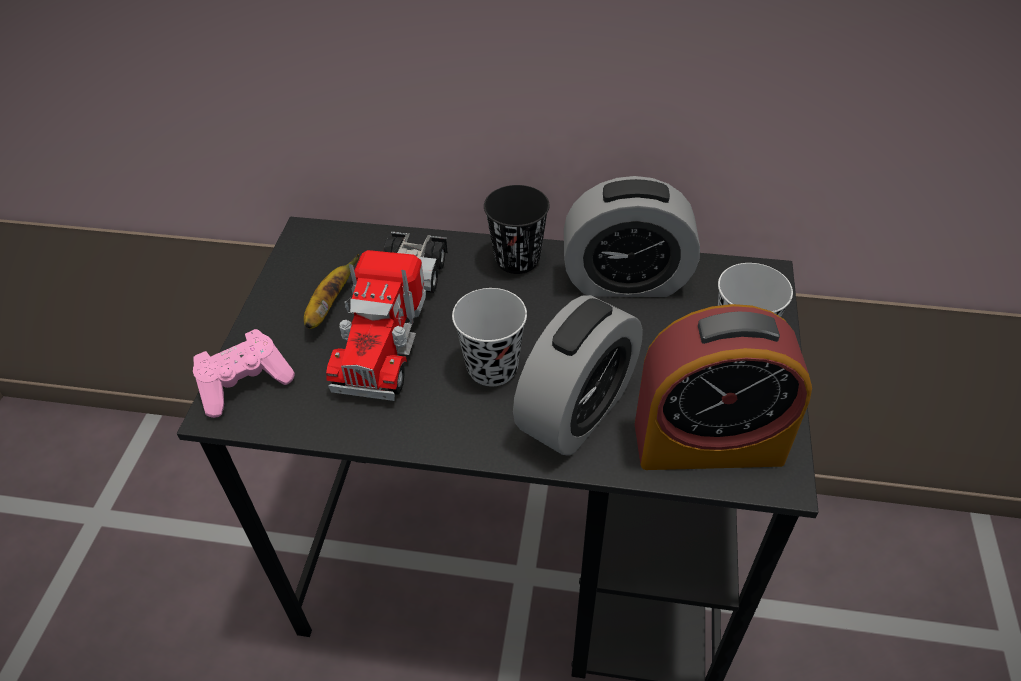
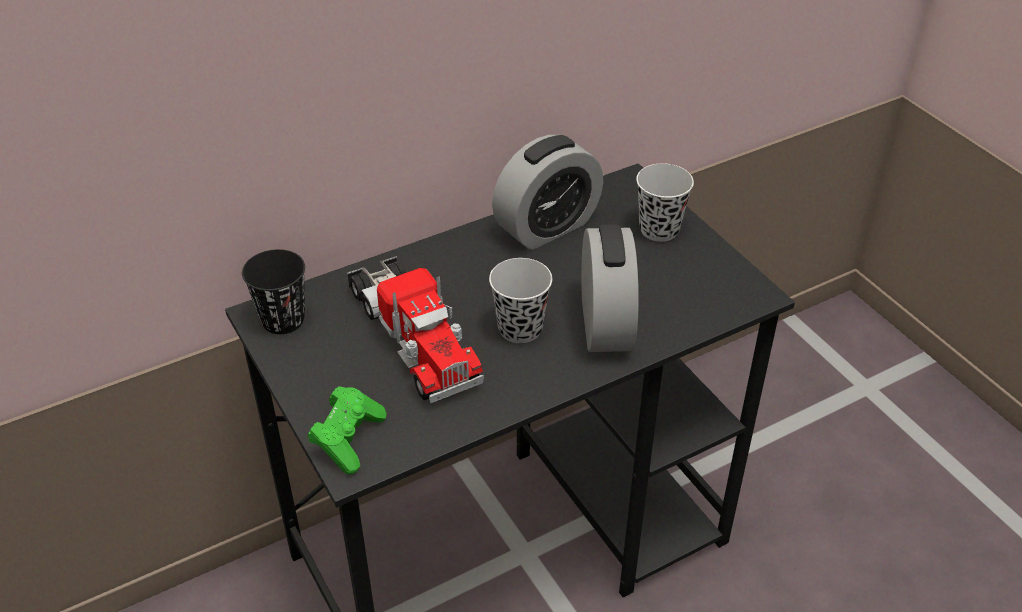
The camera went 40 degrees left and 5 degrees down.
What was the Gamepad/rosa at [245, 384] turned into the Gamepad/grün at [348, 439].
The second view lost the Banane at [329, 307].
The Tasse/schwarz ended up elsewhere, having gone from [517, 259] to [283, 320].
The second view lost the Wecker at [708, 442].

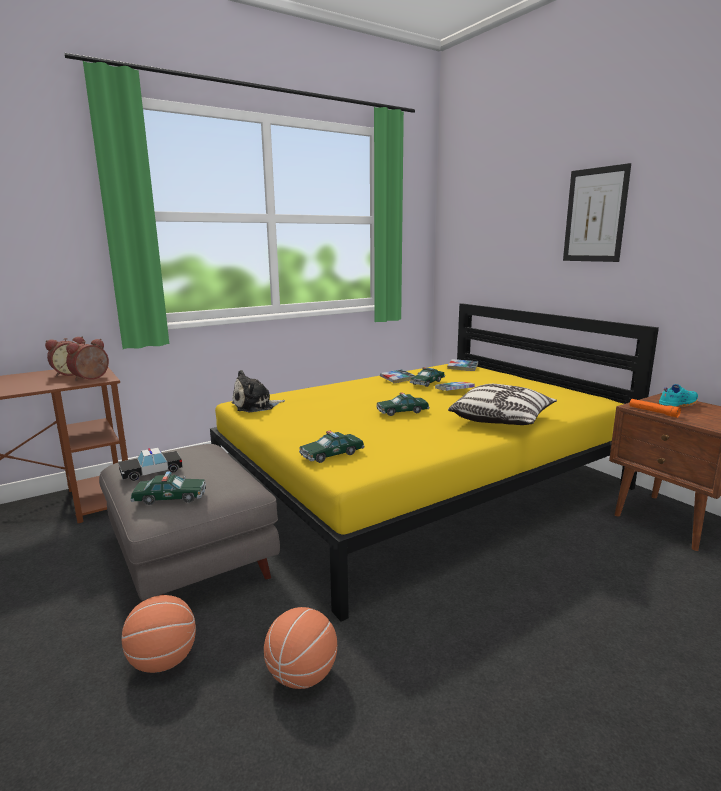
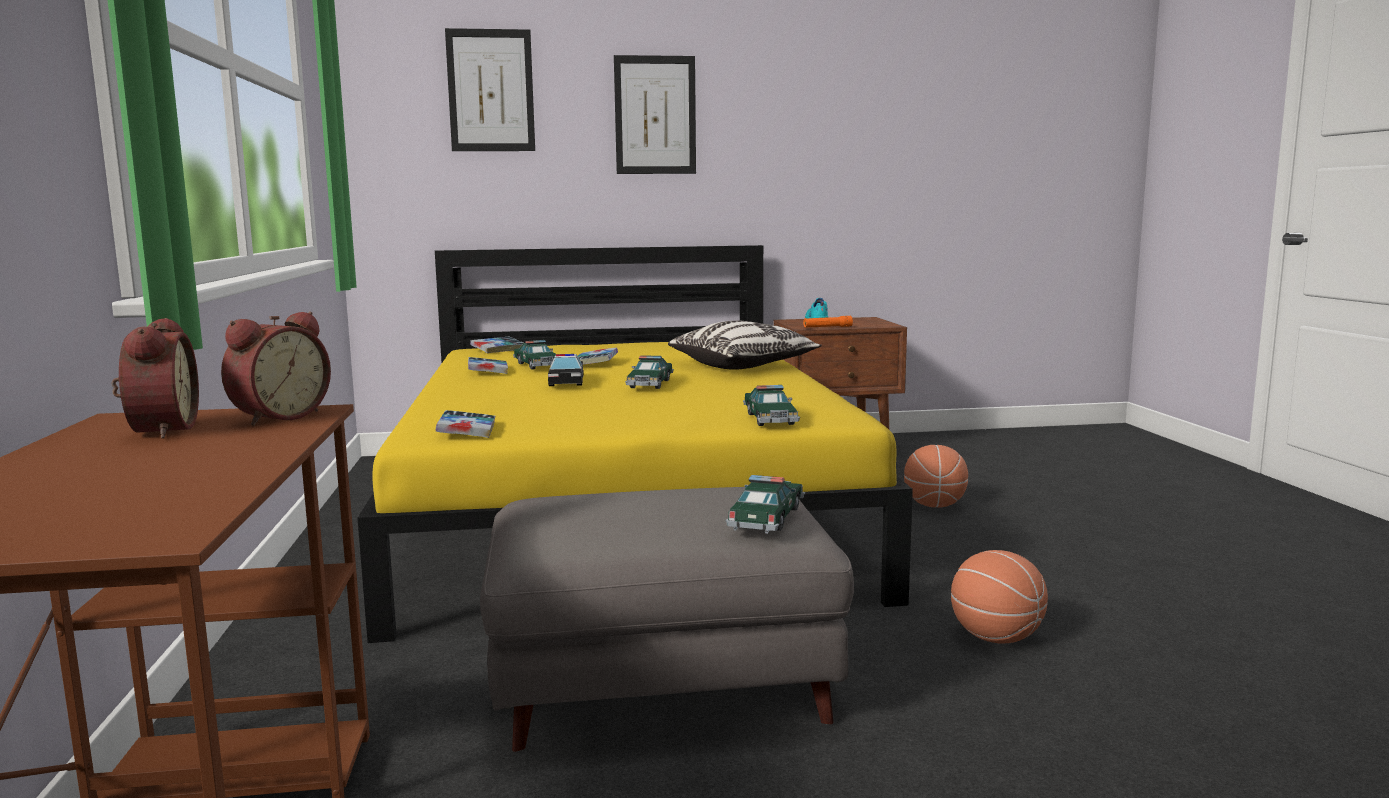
The camera went 65 degrees left and 5 degrees down.
The Wecker at [91, 378] ended up facing another way, 120 degrees counterclockwise from before.
The Spielzeugauto ended up elsewhere, having gone from [151, 471] to [566, 381].
The Basketball ended up elsewhere, having gone from [164, 660] to [934, 505].
Where the Plüschtier stood at [255, 406], the Buch came to stand at [467, 431].
The second view gained the Bild at [491, 90].

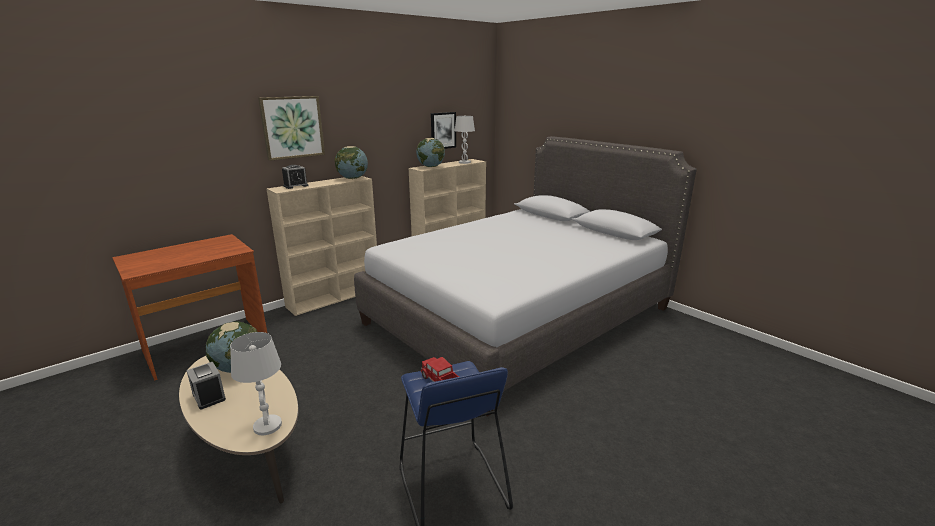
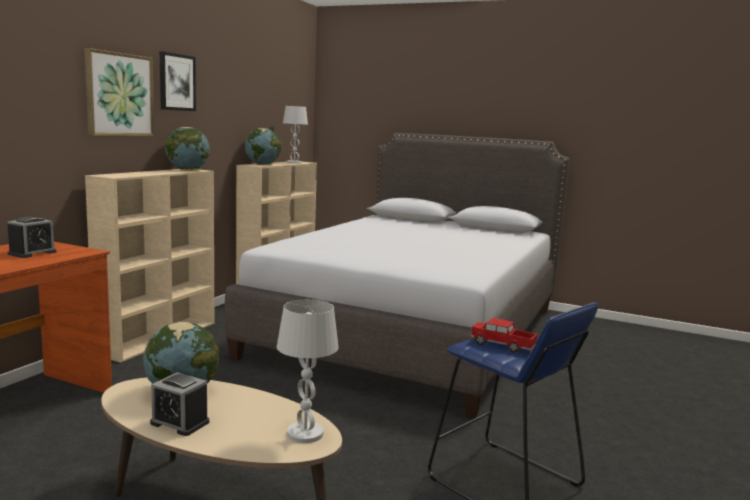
The camera went 25 degrees left and 10 degrees down.
The Wecker ended up elsewhere, having gone from [296, 186] to [32, 253].
The Bild ended up elsewhere, having gone from [443, 130] to [176, 82].

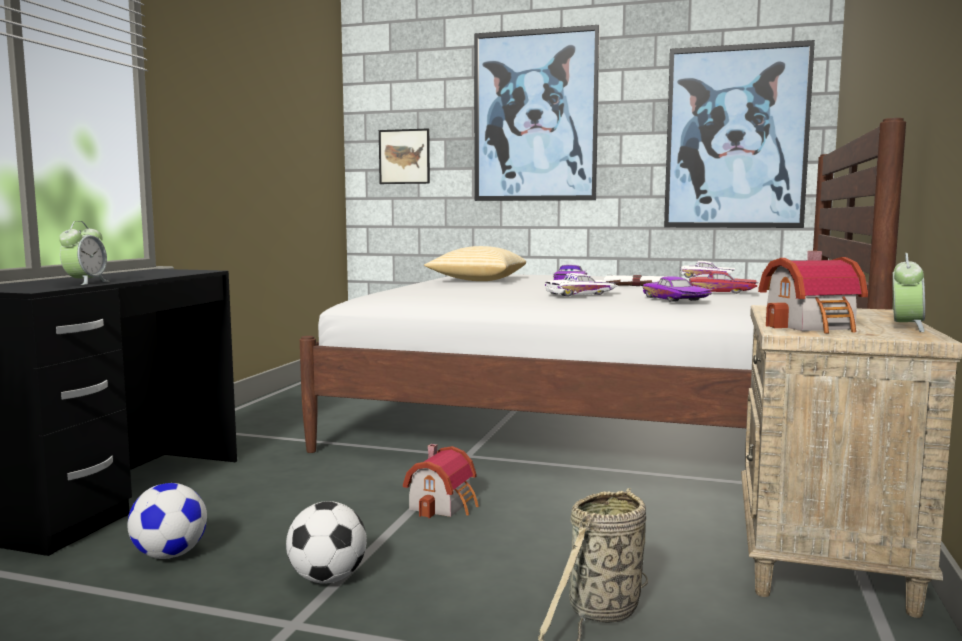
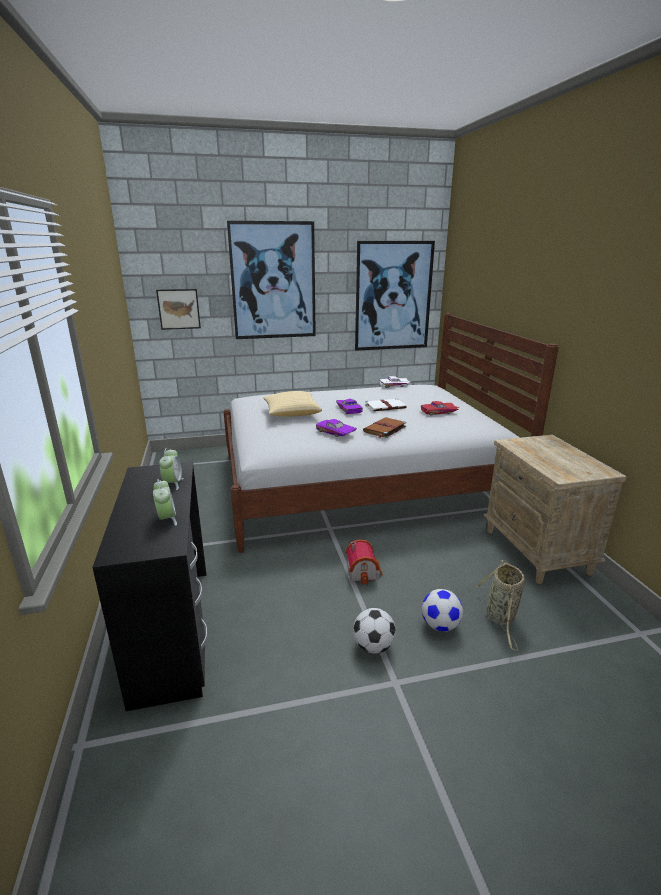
The camera went 30 degrees left and 15 degrees up.
The Fußball ended up elsewhere, having gone from [169, 555] to [440, 625].
Where the Spielzeugauto/weiß stood at [581, 294], the Buch/braun came to stand at [384, 429].
The Spielzeugauto/lila ended up elsewhere, having gone from [673, 299] to [335, 433].
The second view lost the Spielzeughaus at [814, 326].
The Wecker ended up elsewhere, having gone from [905, 327] to [173, 484].

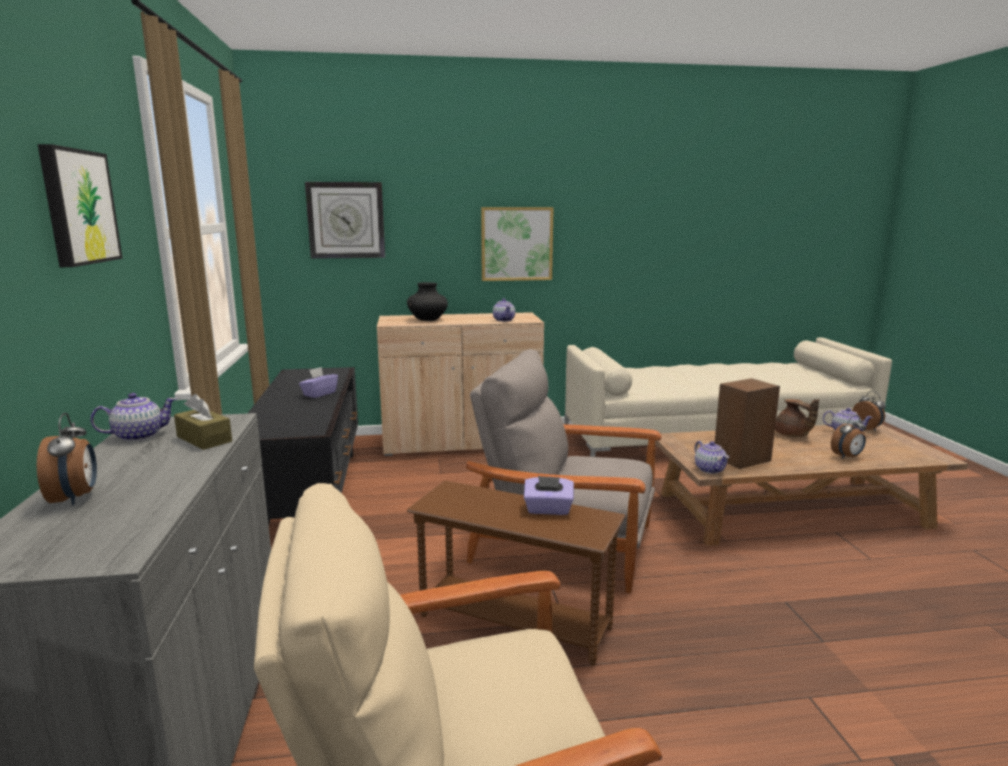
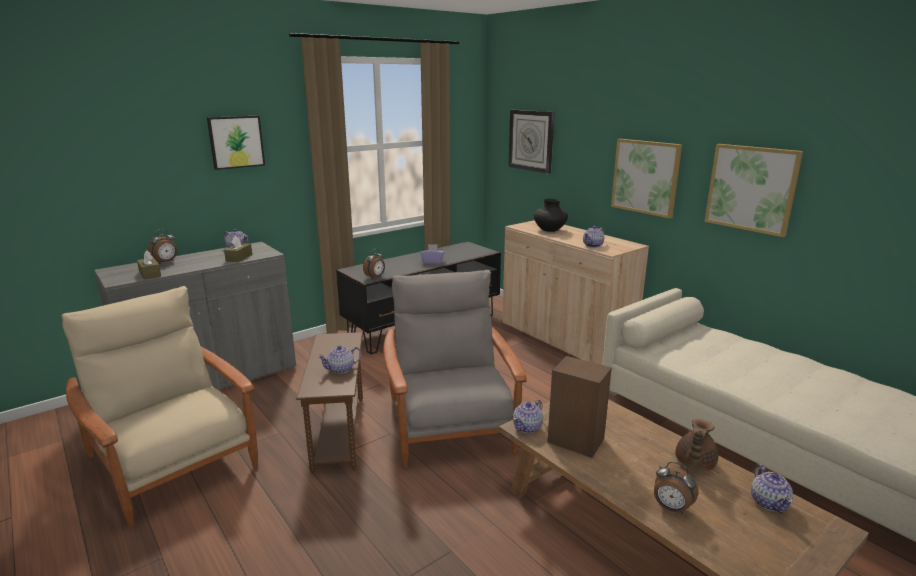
The camera went 60 degrees right and 5 degrees up.
Where the Taschentuchbox/lila stood at [548, 510], the Teekanne came to stand at [341, 369].
The Wecker ended up elsewhere, having gone from [867, 428] to [375, 277].
The second view gained the Taschentuchbox/braun at [150, 274].
The second view gained the Bild at [751, 188].

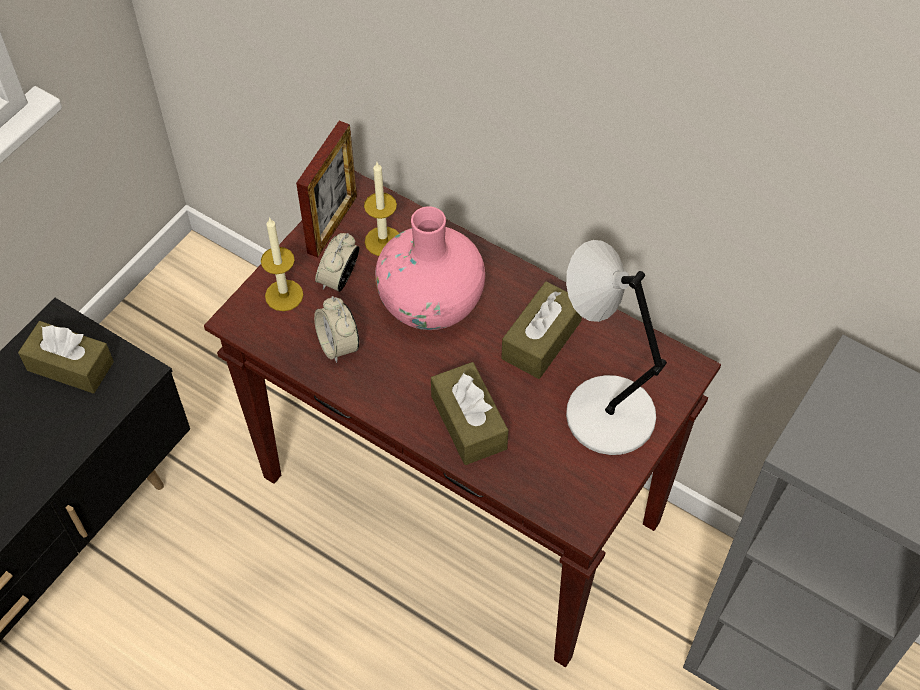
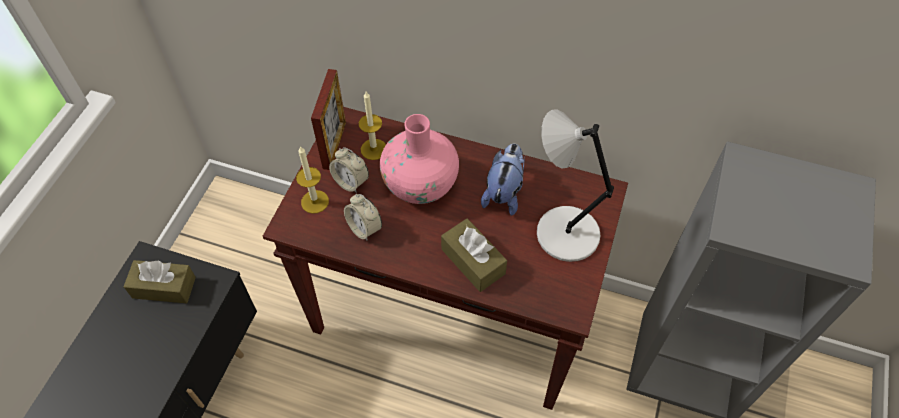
The camera went 15 degrees left and 0 degrees up.
The Wecker at [339, 279] ended up facing another way, 60 degrees counterclockwise from before.
Where the Taschentuchbox/braun stood at [541, 340], the Plüschtier came to stand at [504, 193].

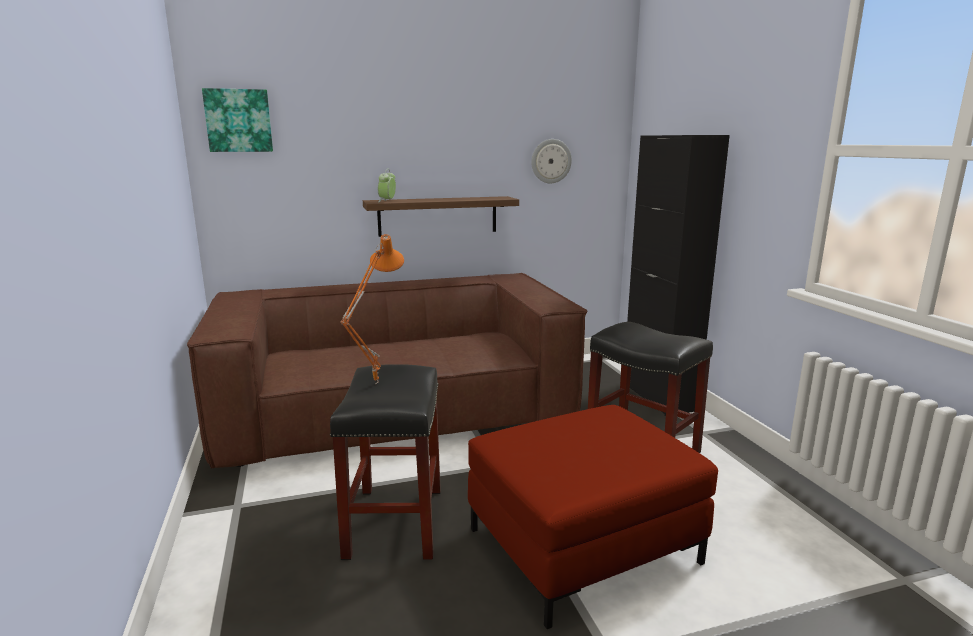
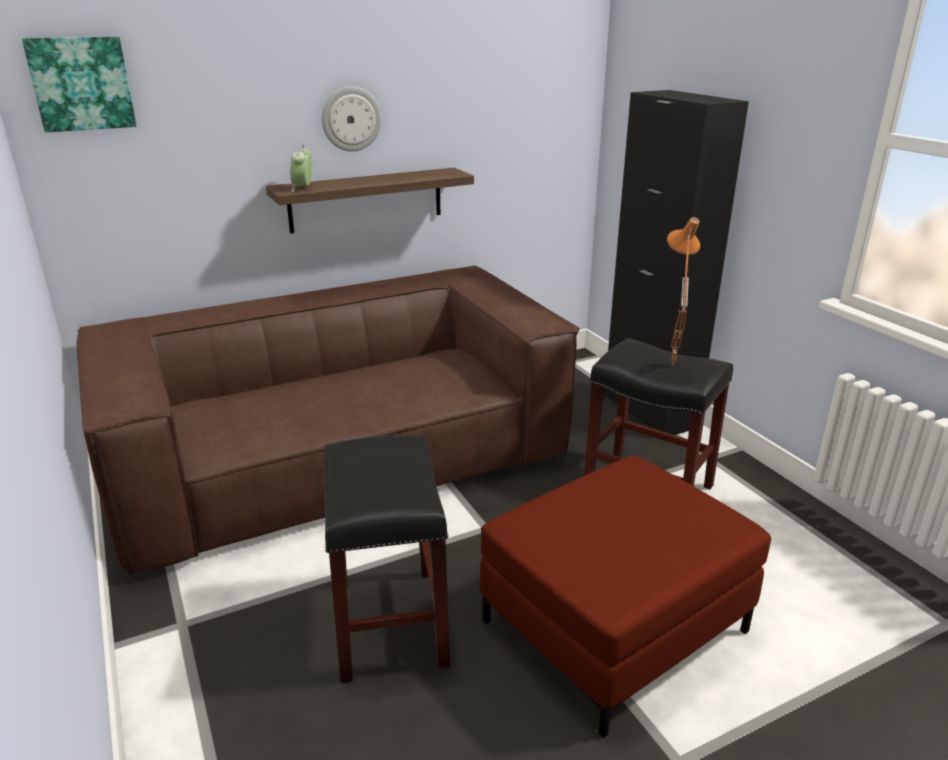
The camera went 10 degrees left and 10 degrees up.
The Tischlampe/orange ended up elsewhere, having gone from [374, 383] to [670, 364].
The Wanduhr ended up elsewhere, having gone from [551, 161] to [351, 119].

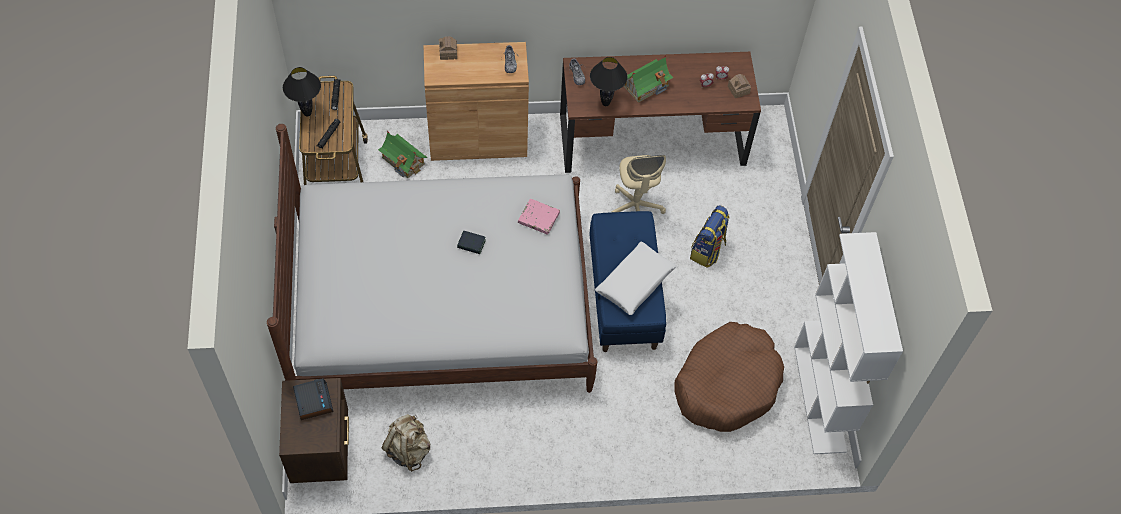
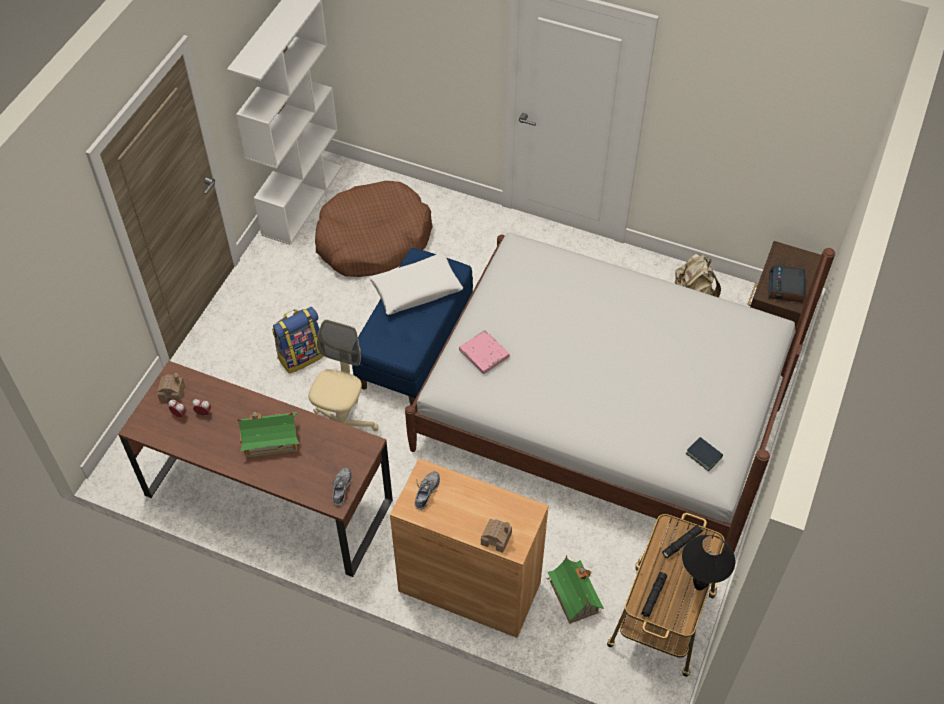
The camera went 150 degrees left and 5 degrees down.
The Buch ended up elsewhere, having gone from [471, 244] to [703, 455].
The second view lost the Tischlampe/schwarz at [605, 103].

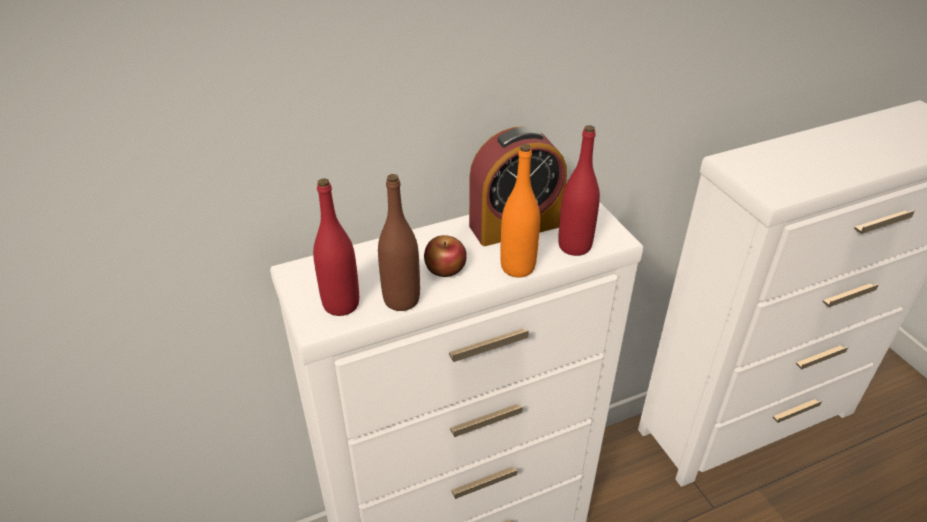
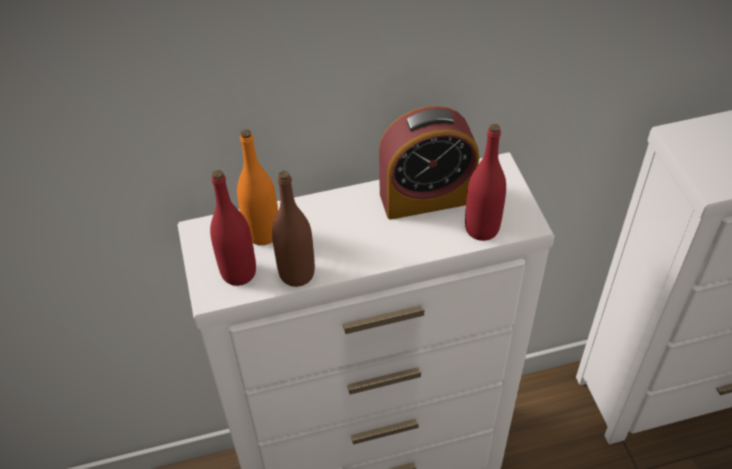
The camera went 10 degrees right and 10 degrees up.
The second view lost the Apfel at [445, 268].
The Flasche/orange ended up elsewhere, having gone from [517, 267] to [263, 233].

